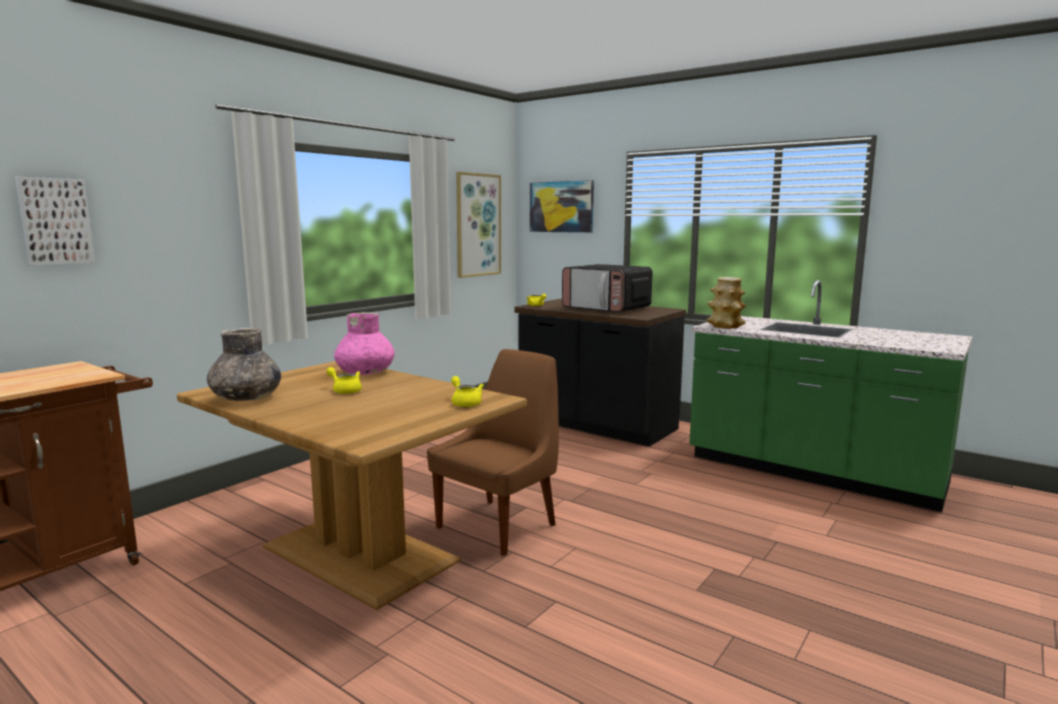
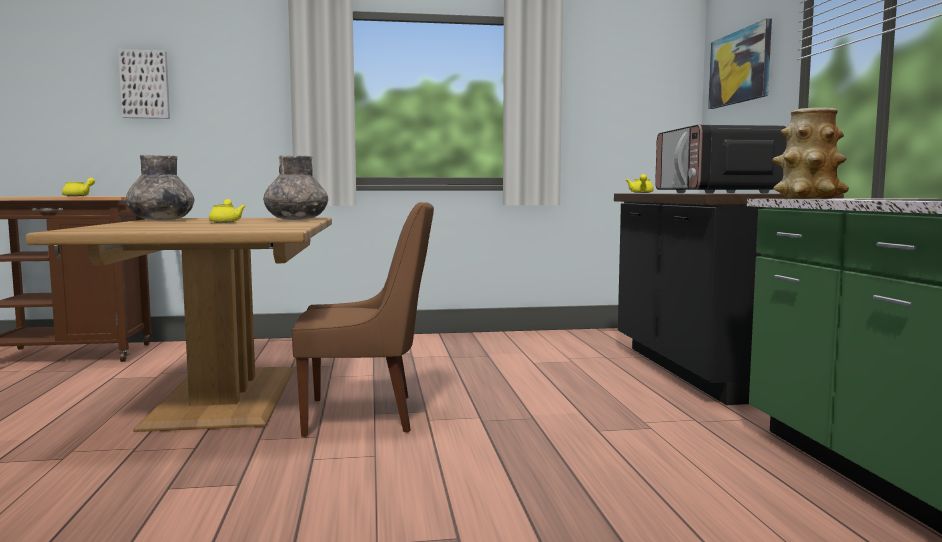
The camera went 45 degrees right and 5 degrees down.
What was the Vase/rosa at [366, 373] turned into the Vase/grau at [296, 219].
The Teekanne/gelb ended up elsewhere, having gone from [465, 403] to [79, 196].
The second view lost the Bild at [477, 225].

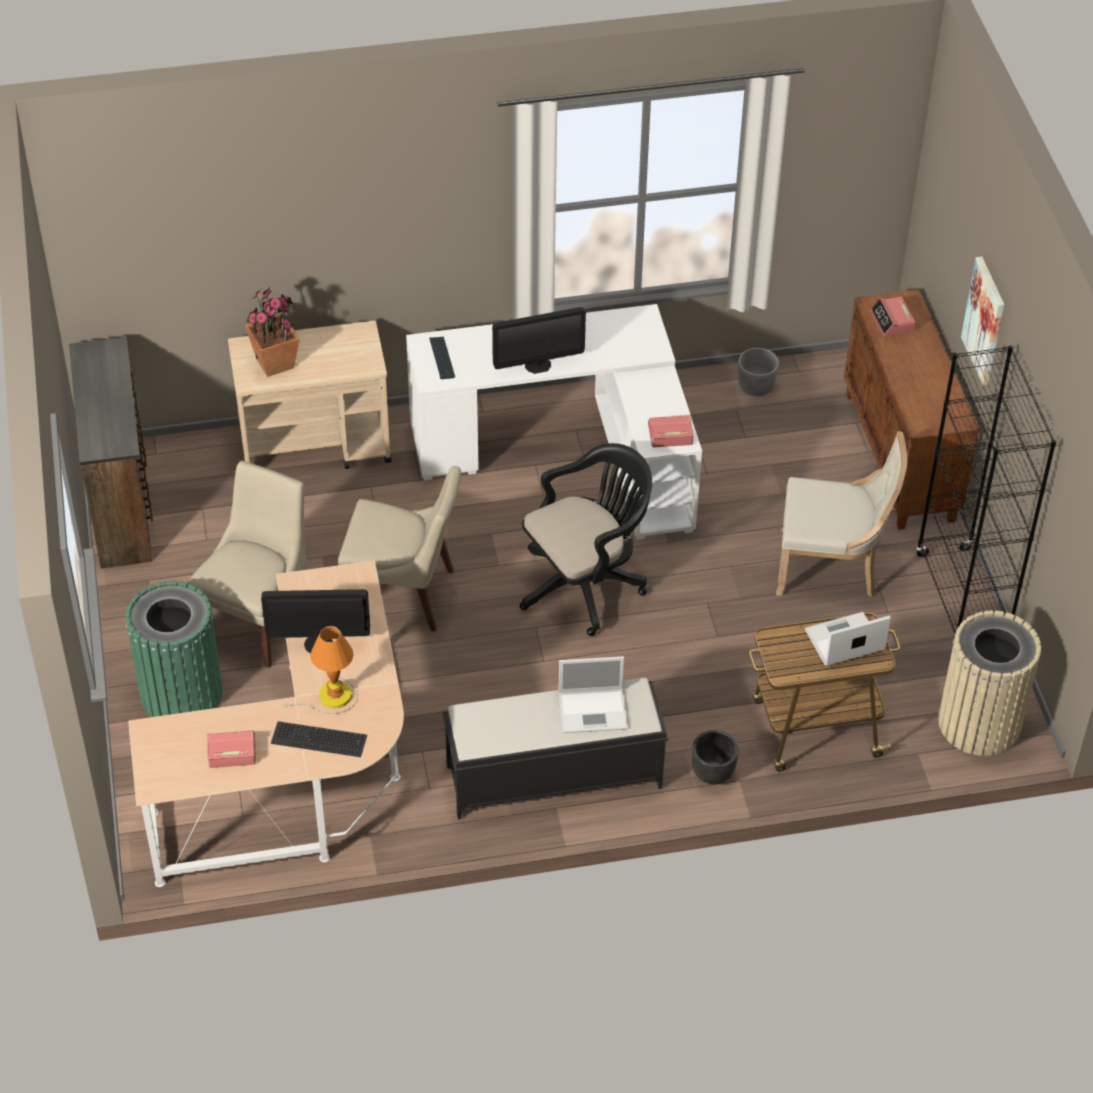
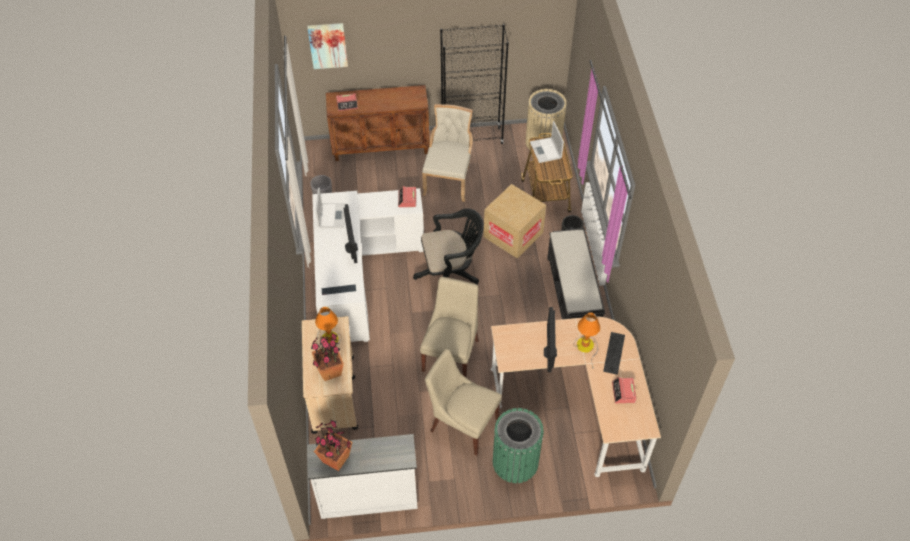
The camera went 85 degrees left and 5 degrees up.
What was the Kommode/braun at [123, 506] turned into the Kommode/weiß at [368, 497].
The Bürostuhl/schwarz at [586, 584] ended up facing another way, 105 degrees clockwise from before.
The Laptop ended up elsewhere, having gone from [594, 710] to [332, 215].
The Bild ended up elsewhere, having gone from [985, 320] to [328, 45].
The second view gained the Topfpflanze at [335, 459].
The second view gained the Tischlampe at [328, 338].
The second view gained the Karton at [513, 234].

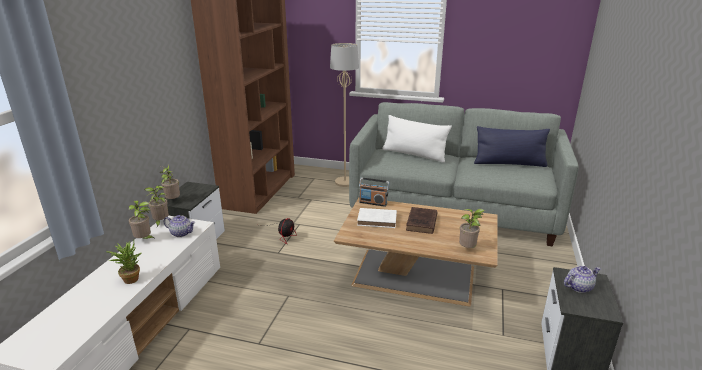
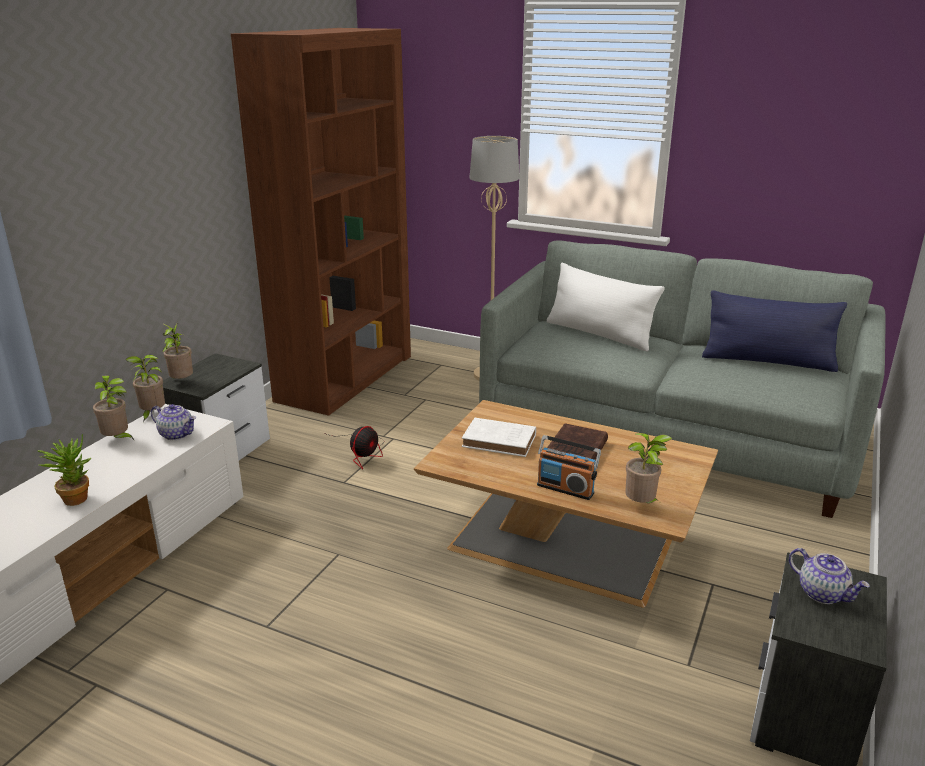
The camera went 10 degrees right and 0 degrees up.
The Radio ended up elsewhere, having gone from [373, 203] to [565, 489].
The Teekanne at [579, 287] ended up facing another way, 60 degrees clockwise from before.

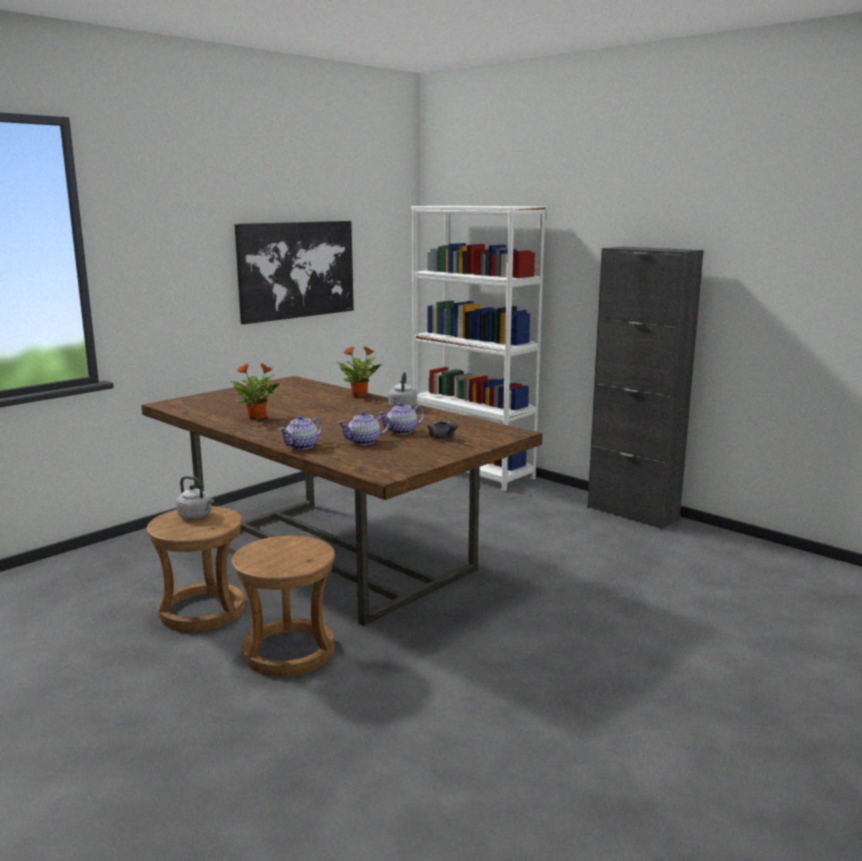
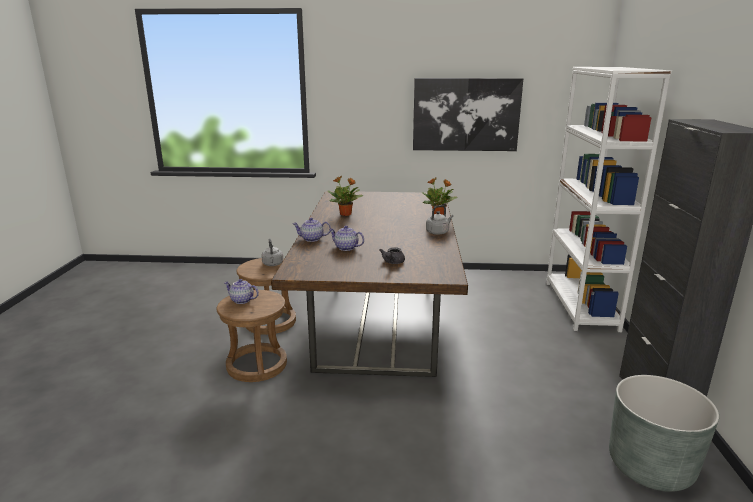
The camera went 50 degrees right and 5 degrees up.
The Teekanne ended up elsewhere, having gone from [401, 431] to [241, 300].
The second view gained the Pflanzkübel/grau at [650, 466].

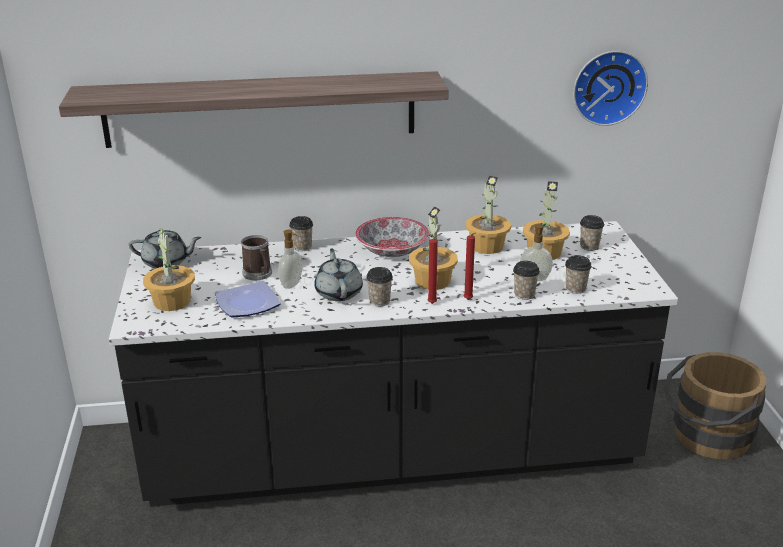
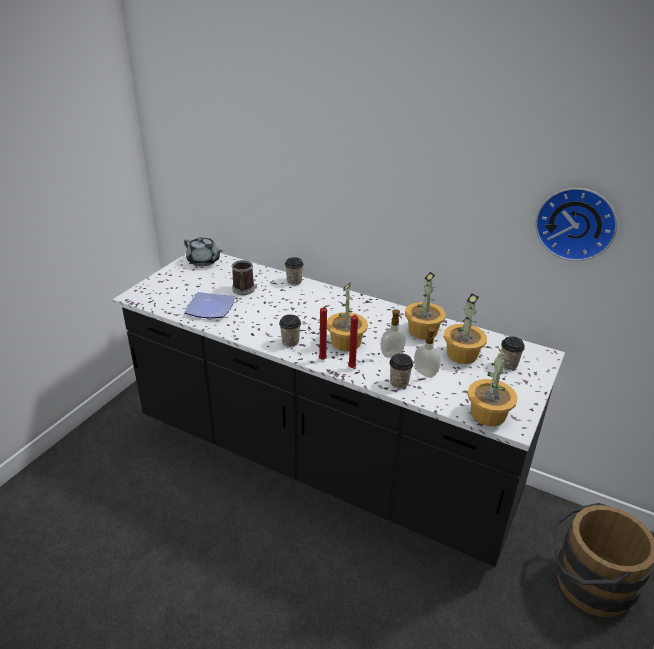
The camera went 35 degrees right and 5 degrees up.
The second view lost the Wandregal at [260, 109].
The Topfpflanze ended up elsewhere, having gone from [171, 302] to [487, 414].
The Seifenspender ended up elsewhere, having gone from [292, 284] to [392, 355].
The second view lost the Teekanne/grau at [339, 292].
The second view lost the Schüssel at [392, 251].
The second view lost the Tasse at [575, 289].

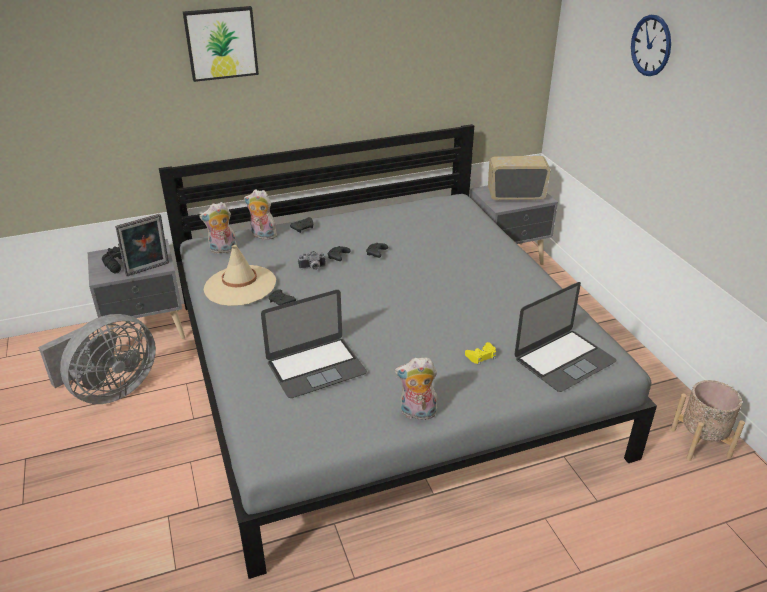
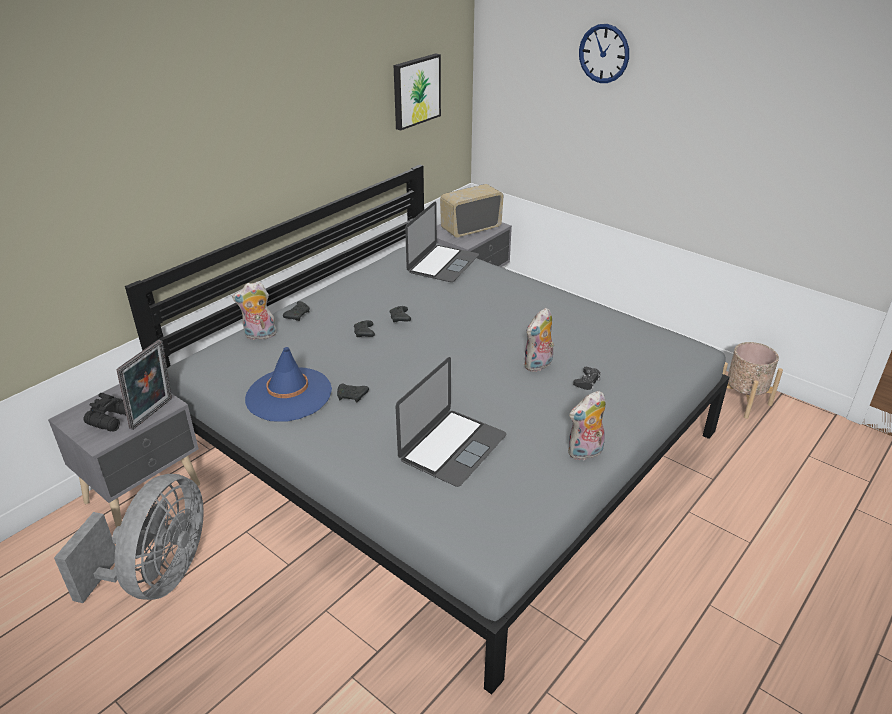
The camera went 30 degrees left and 0 degrees up.
The Bild ended up elsewhere, having gone from [221, 43] to [415, 91].
The Plüschtier ended up elsewhere, having gone from [222, 250] to [538, 365].
What was the Hut/beige at [240, 286] turned into the Hut/blau at [288, 395].
The second view lost the Kamera at [312, 268].
What was the Gamepad/gelb at [481, 356] turned into the Gamepad/schwarz at [587, 381].
The Laptop ended up elsewhere, having gone from [564, 360] to [443, 263].

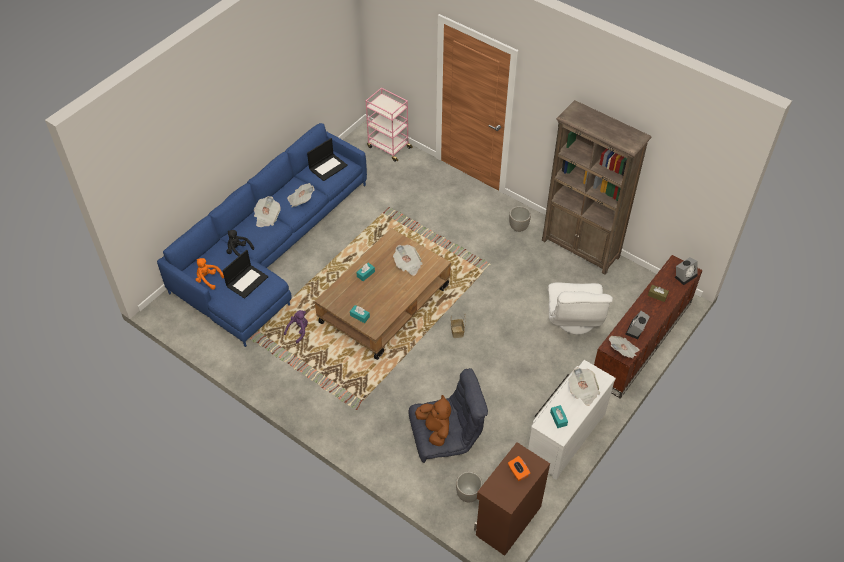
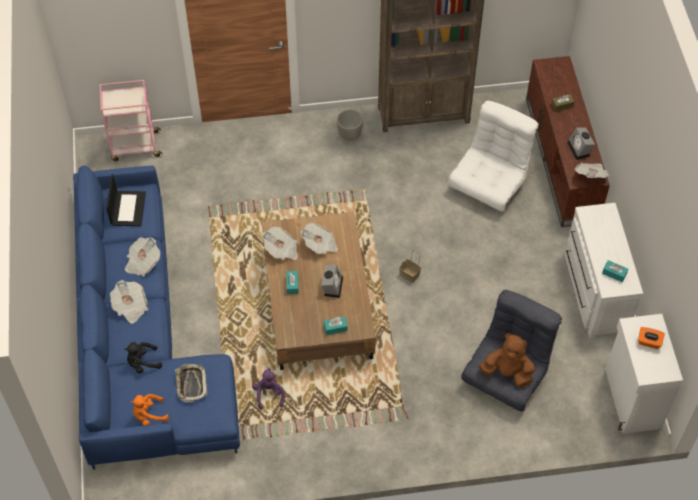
The camera went 45 degrees left and 5 degrees up.
Where the Laptop stood at [247, 281], the Tablett came to stand at [191, 384].
The second view lost the Pflanzkübel at [468, 495].
What was the Schrank/braun at [507, 520] turned into the Schrank/weiß at [631, 399].
The Sessel/weiß at [574, 319] ended up facing another way, 105 degrees counterclockwise from before.
The Zeitung ended up elsewhere, having gone from [583, 391] to [281, 250].
The Wecker ended up elsewhere, having gone from [685, 275] to [332, 285].

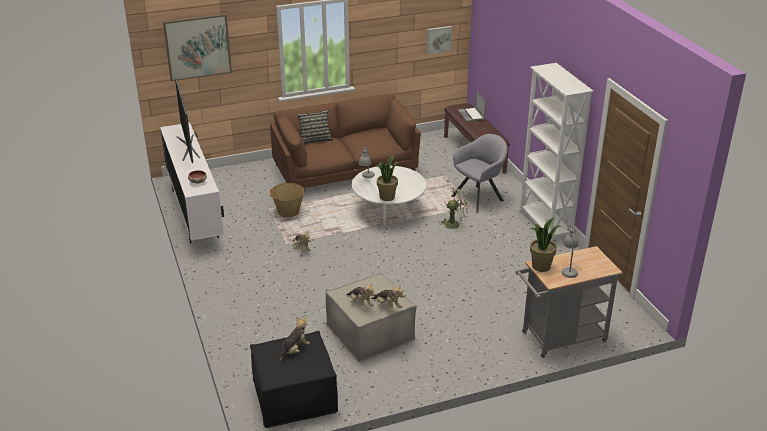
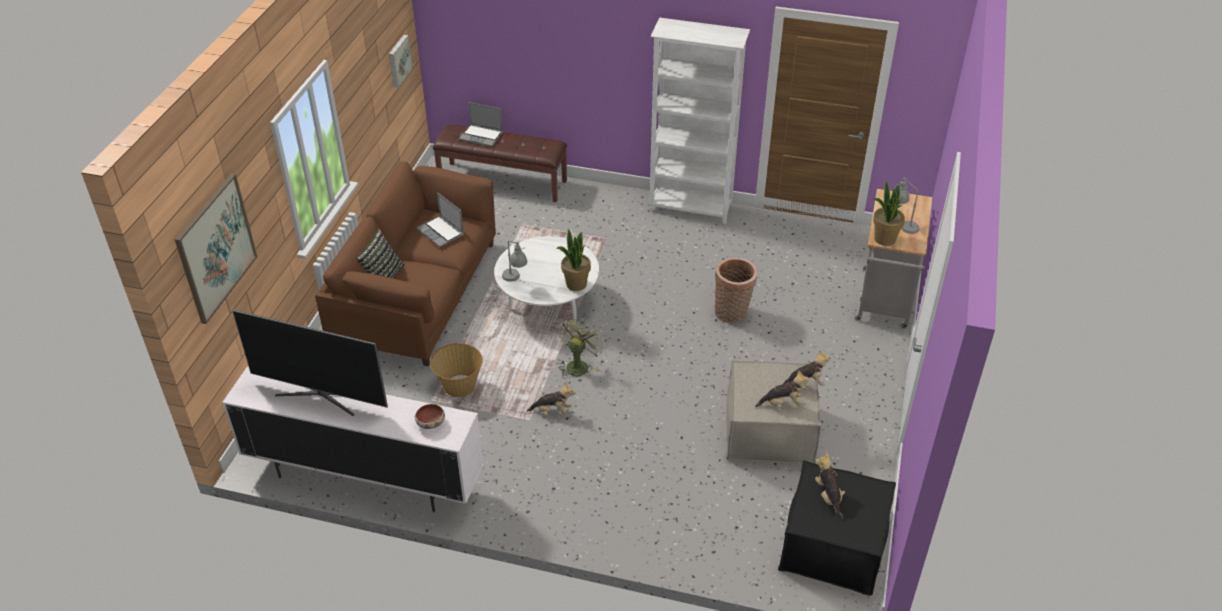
The camera went 55 degrees left and 10 degrees up.
The Ventilator/grün ended up elsewhere, having gone from [455, 224] to [578, 365].
The second view lost the Sessel/grau at [479, 197].
The second view gained the Laptop at [441, 232].
The second view gained the Korb at [732, 313].

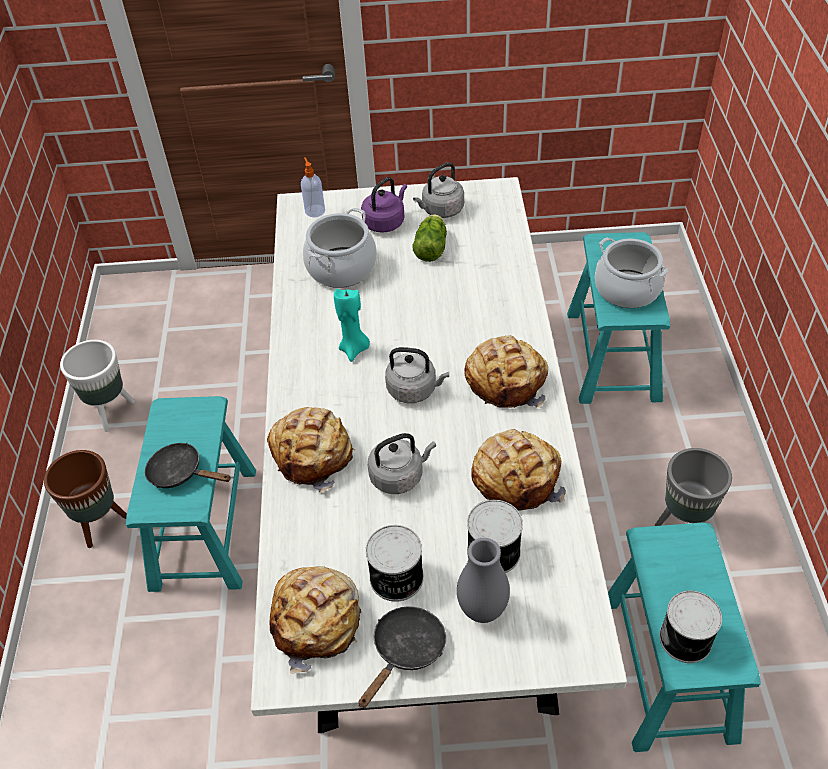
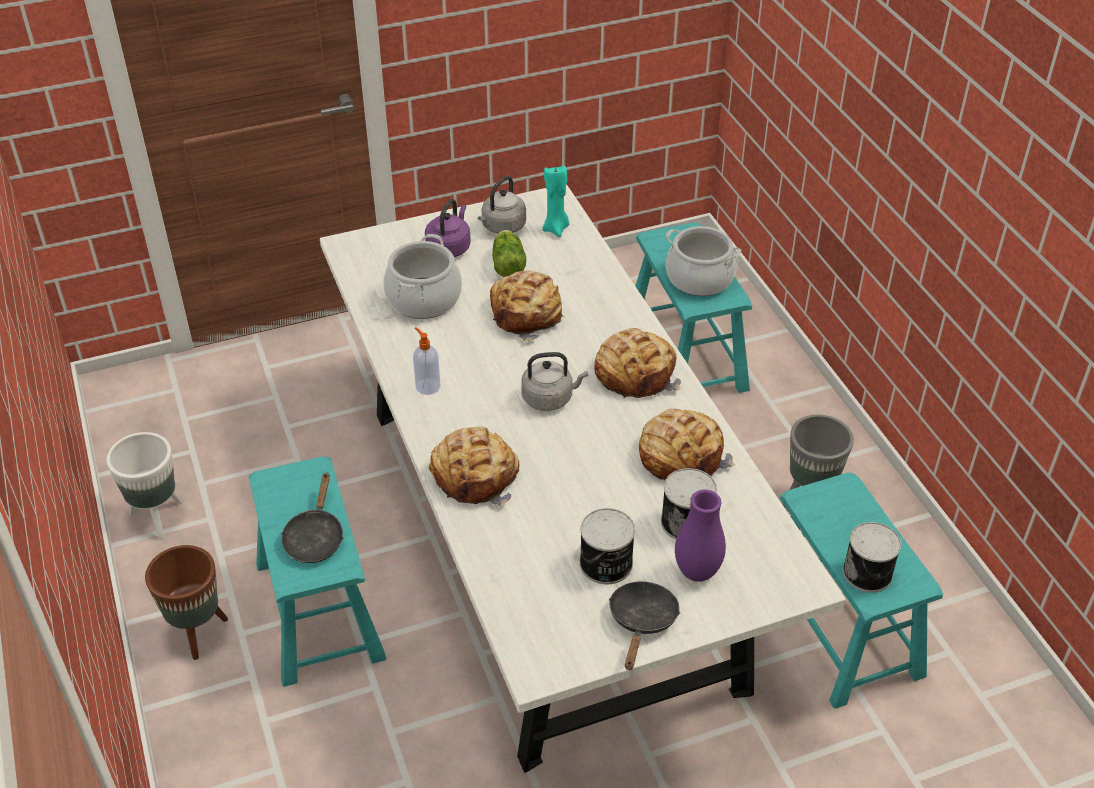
The camera went 20 degrees left and 5 degrees down.
The Pfanne/schwarz at [181, 473] ended up facing another way, 90 degrees counterclockwise from before.
The Brot ended up elsewhere, having gone from [317, 621] to [527, 314].
The Seifenspender ended up elsewhere, having gone from [314, 210] to [427, 386].
The Kerze/türkis ended up elsewhere, having gone from [354, 349] to [556, 228].
The second view lost the Wasserkessel/grau at [399, 476].
What was the Vase/grau at [482, 610] turned into the Vase/lila at [697, 572].

